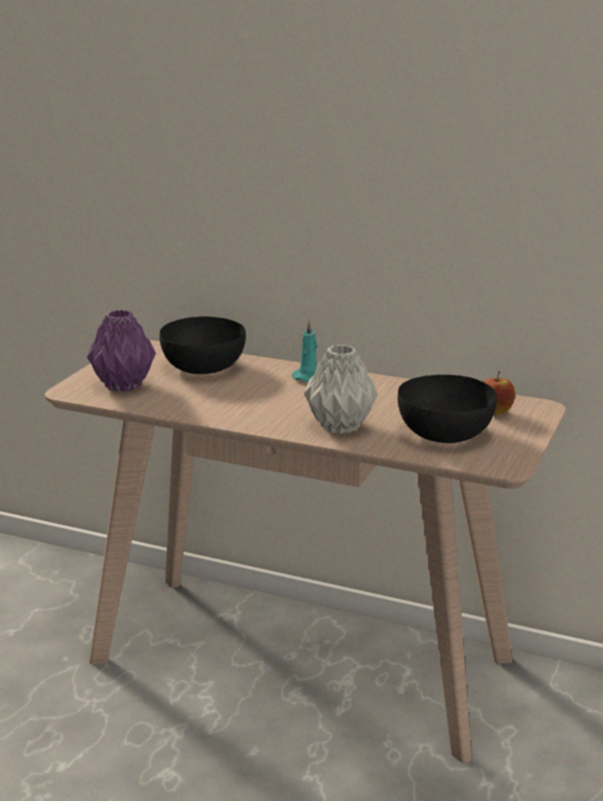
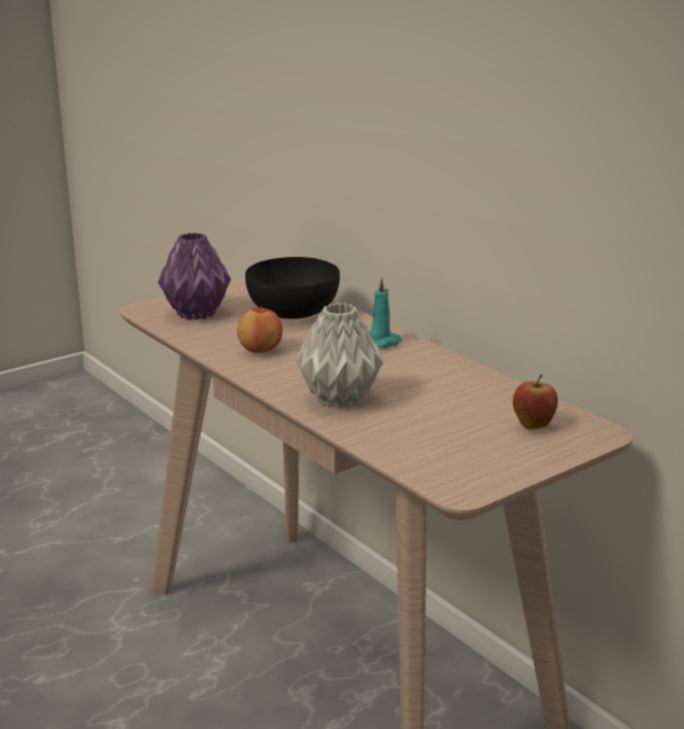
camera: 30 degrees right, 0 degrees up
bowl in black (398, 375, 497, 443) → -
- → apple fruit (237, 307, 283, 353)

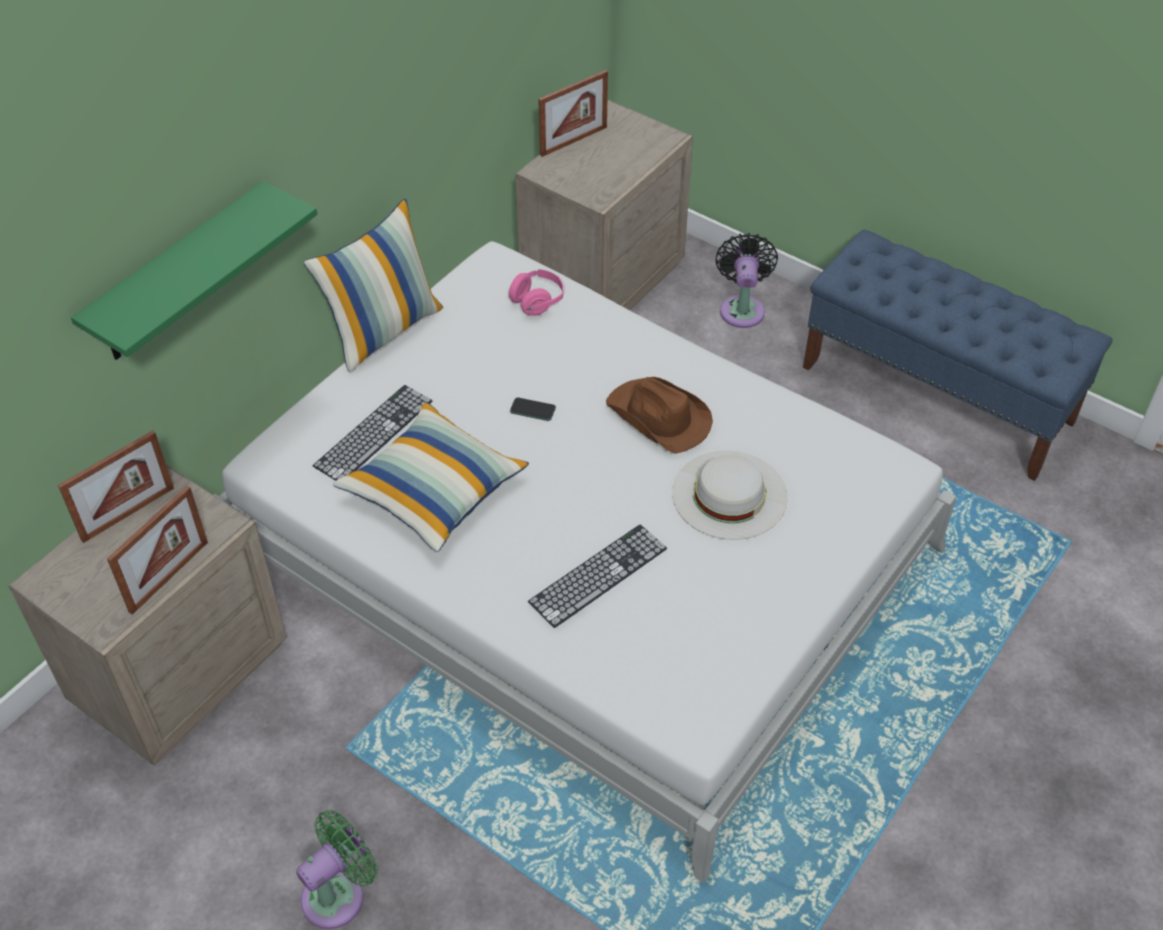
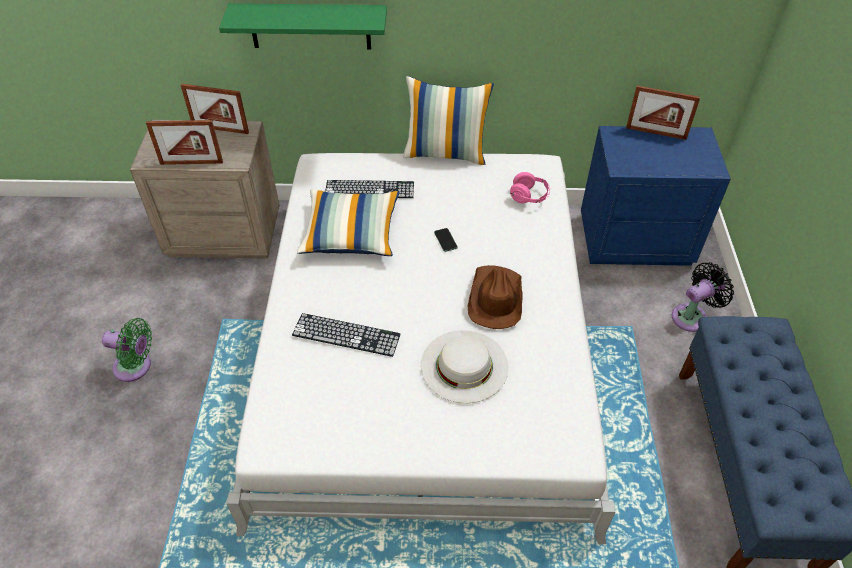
camera: 55 degrees right, 0 degrees up
night table in beige (515, 99, 693, 310) → night table in blue-coloured (581, 126, 731, 266)

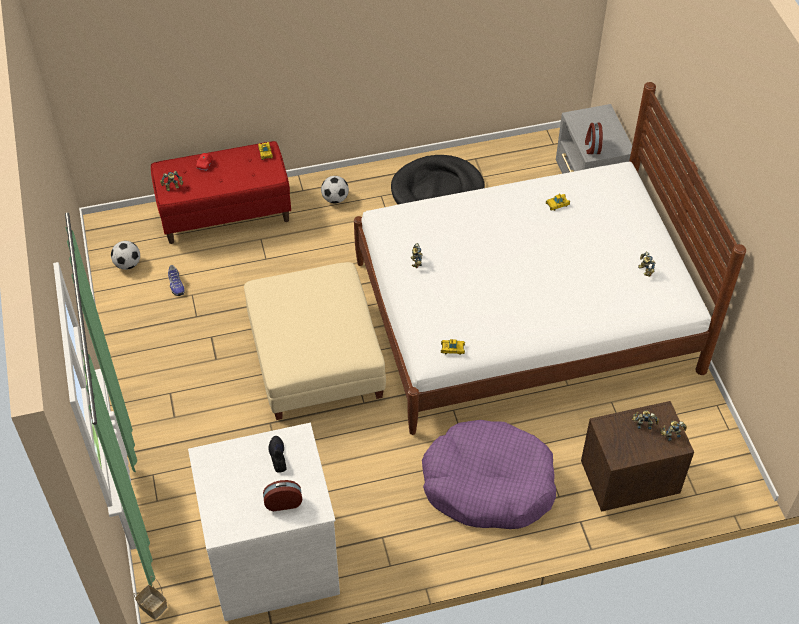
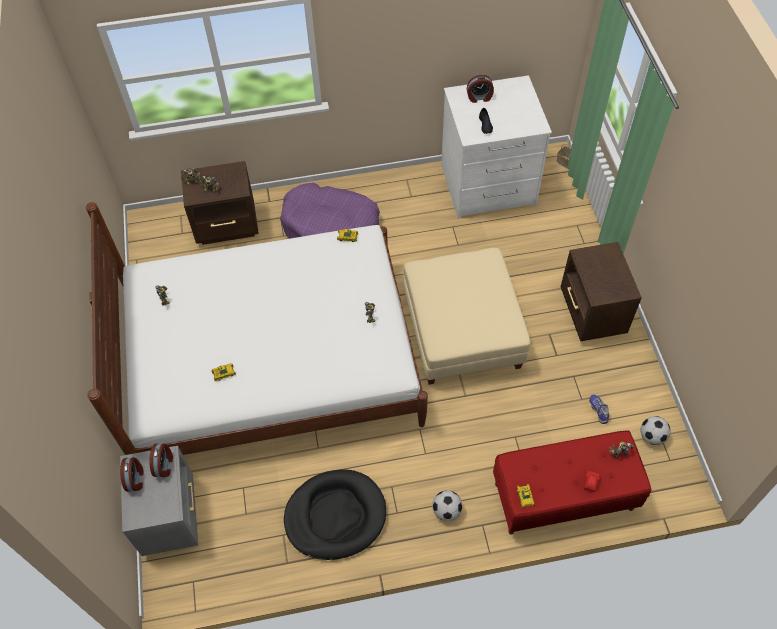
camera: 175 degrees left, 5 degrees up
- → table clock (120, 457, 144, 492)
- → night table in brownish (561, 242, 642, 341)

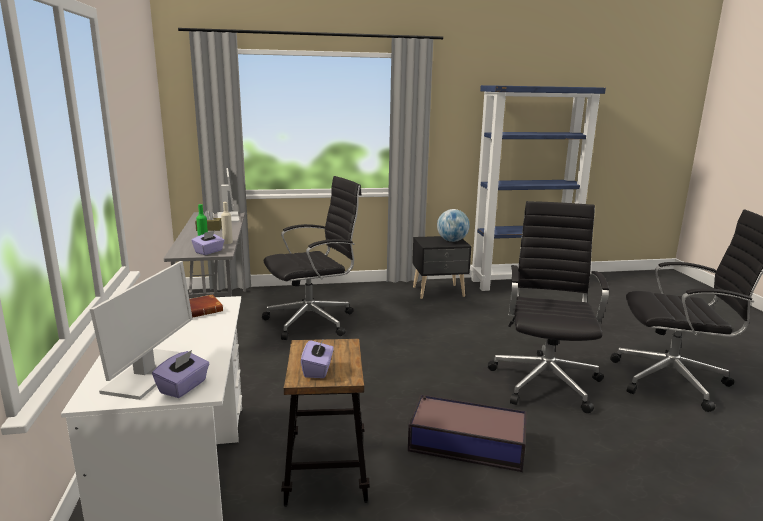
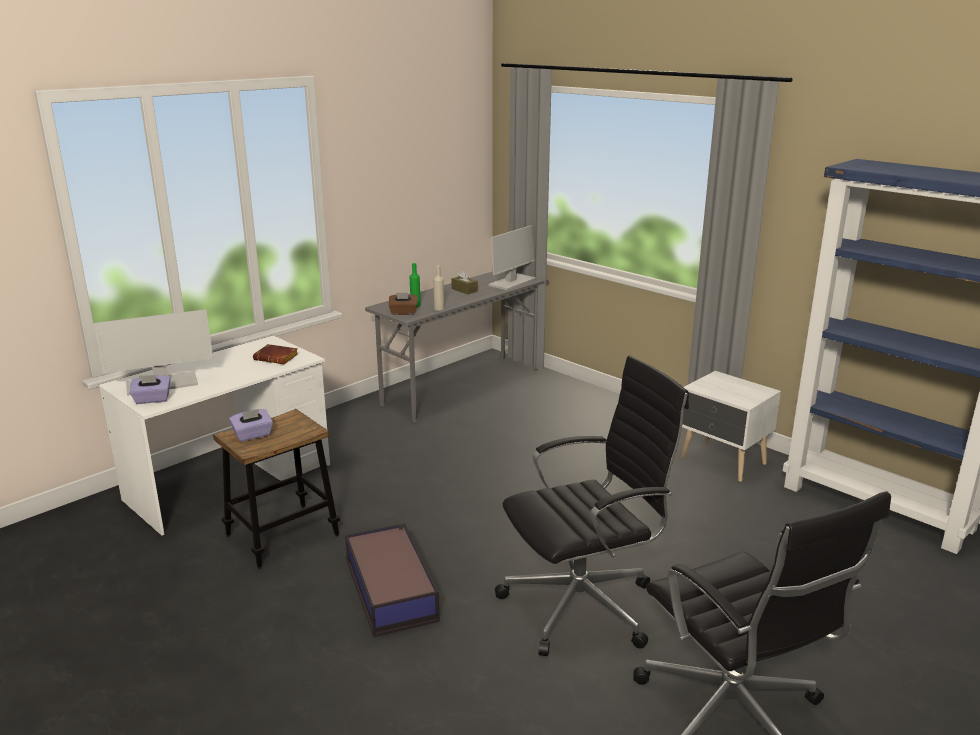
camera: 55 degrees right, 5 degrees up
computer chair in black (262, 176, 361, 340) → -
globe (437, 209, 470, 242) → -
box of tissues in purplish (192, 230, 225, 255) → box of tissues in brownish (388, 292, 418, 315)
night table in black (412, 236, 471, 299) → night table in white-coloured (681, 371, 781, 482)

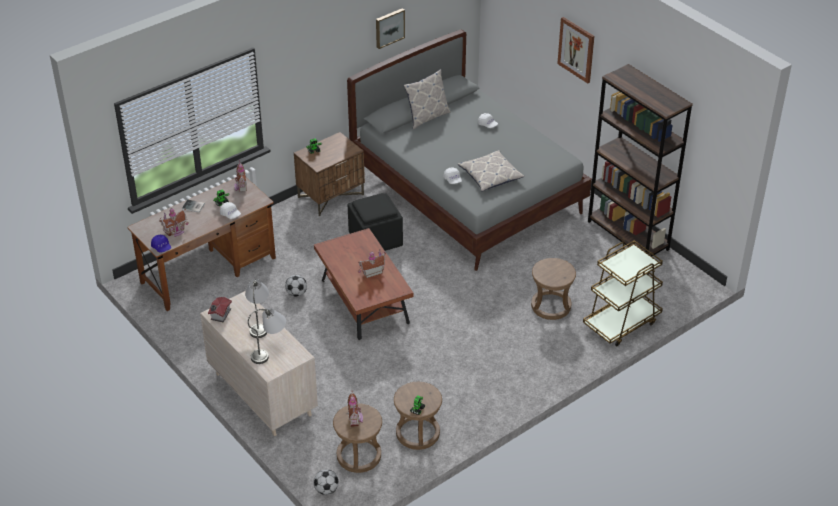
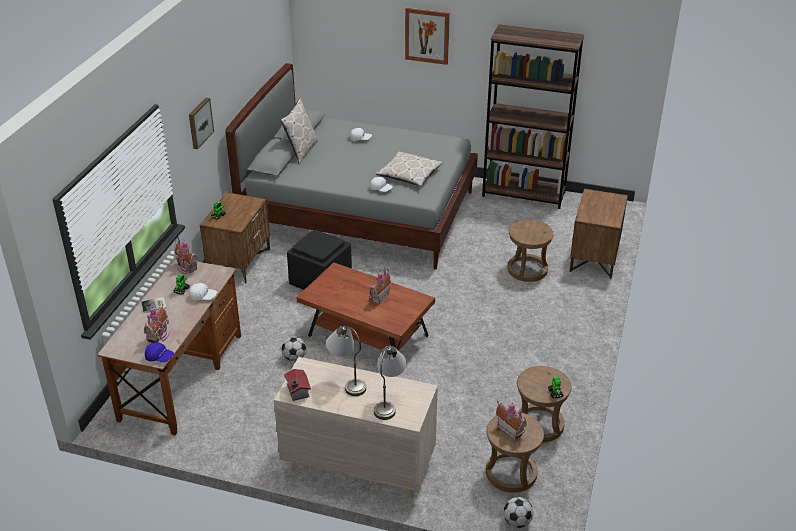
camera: 35 degrees left, 5 degrees down
wall picture (376, 8, 405, 49) → wall picture (189, 98, 214, 149), relocated
wheeled cart in brownish (583, 240, 663, 346) → night table in brownish (570, 189, 628, 279)

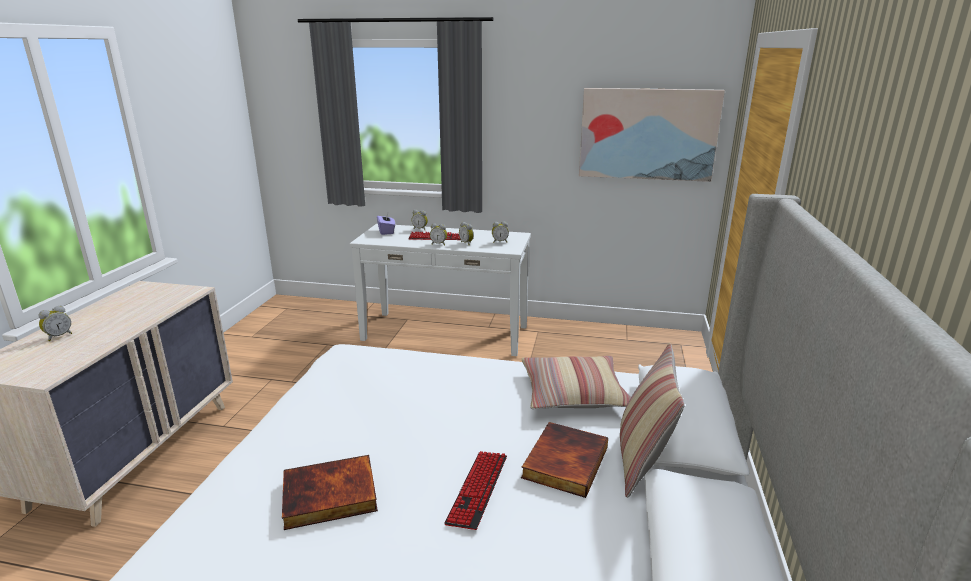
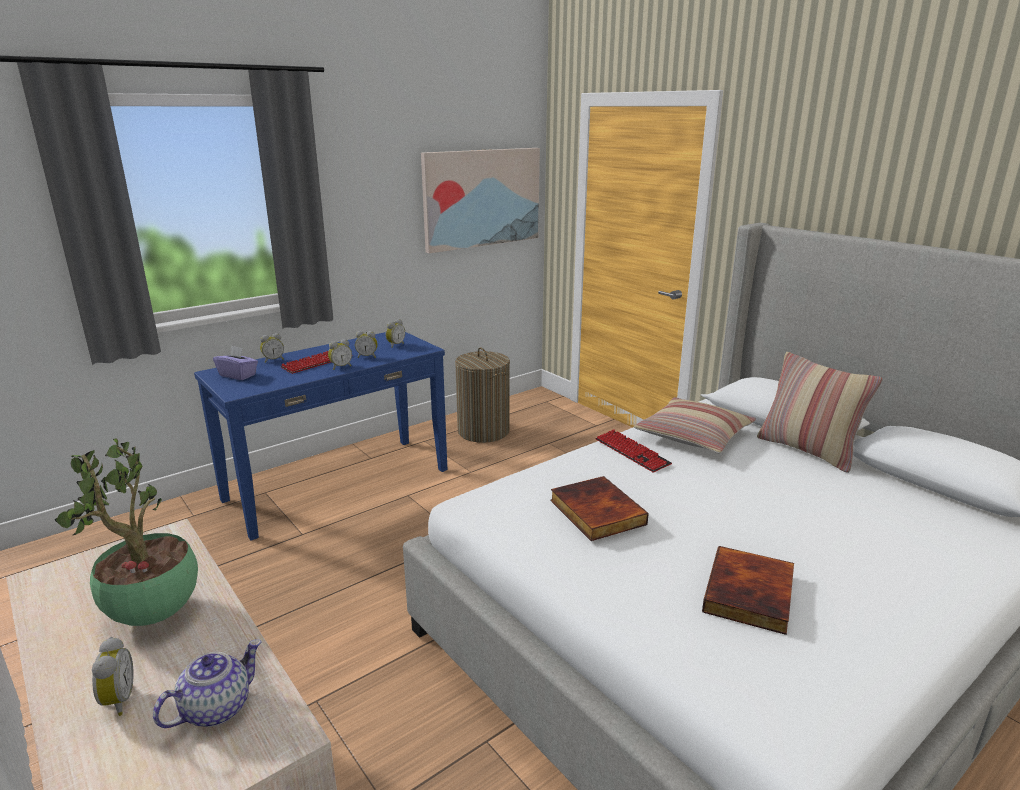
camera: 50 degrees left, 0 degrees up
- → plant in a pot (55, 438, 198, 626)
- → tea pot (153, 639, 262, 728)
- → hamper (455, 347, 510, 443)
computer keyboard (444, 451, 507, 530) → computer keyboard (595, 429, 672, 473), relocated
book (521, 422, 608, 498) → book (550, 476, 649, 541), relocated
narrow table in white-coloured (350, 224, 531, 356) → narrow table in blue-coloured (194, 332, 447, 541)

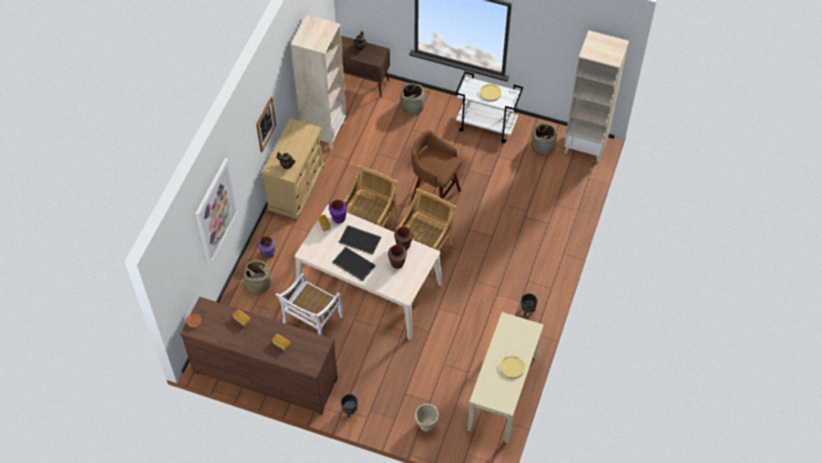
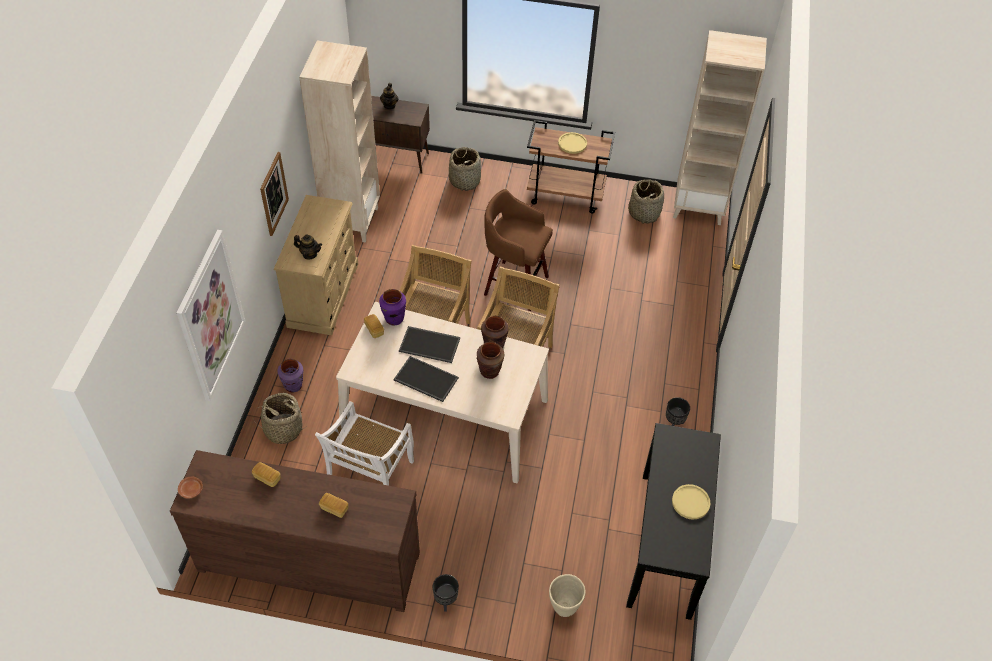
camera: 10 degrees left, 5 degrees down
wheeled cart in white-coloured (455, 72, 523, 143) → wheeled cart in brownish (527, 120, 615, 214)
narrow table in beige (467, 312, 544, 443) → narrow table in black (626, 423, 721, 620)

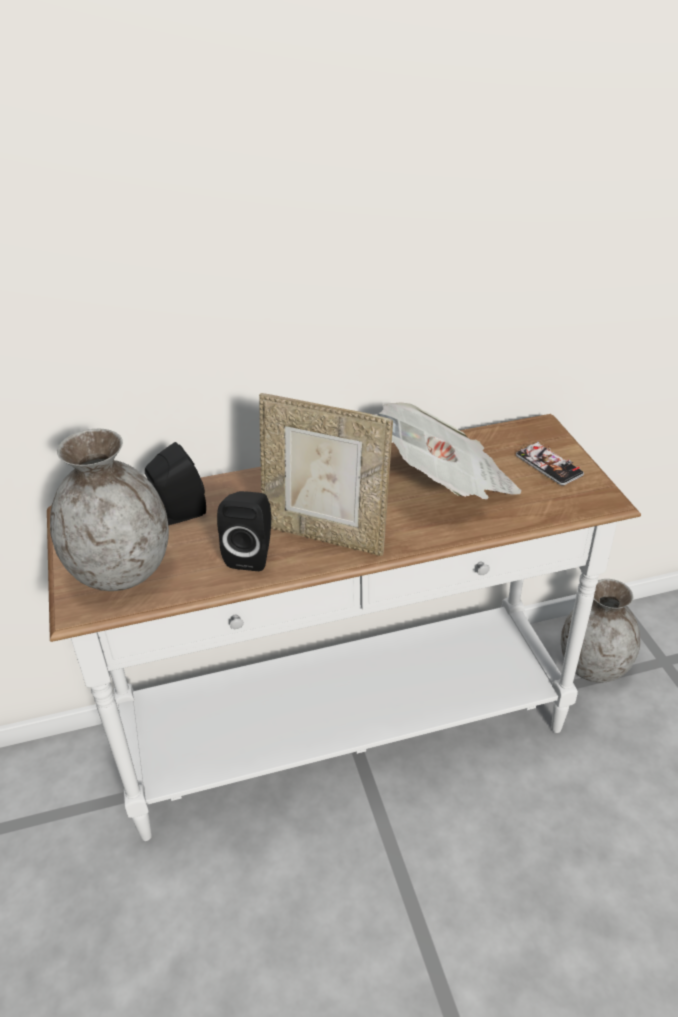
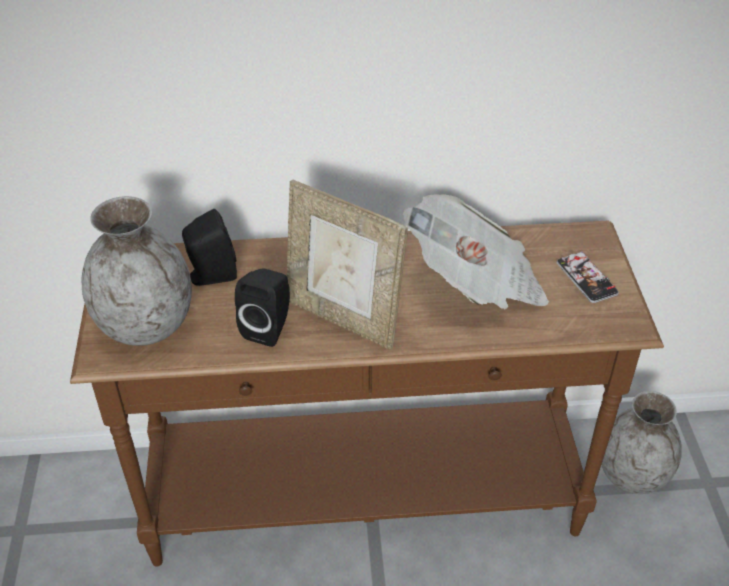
camera: 10 degrees right, 5 degrees up
narrow table in white-coloured (47, 414, 641, 841) → narrow table in brownish (70, 221, 664, 567)

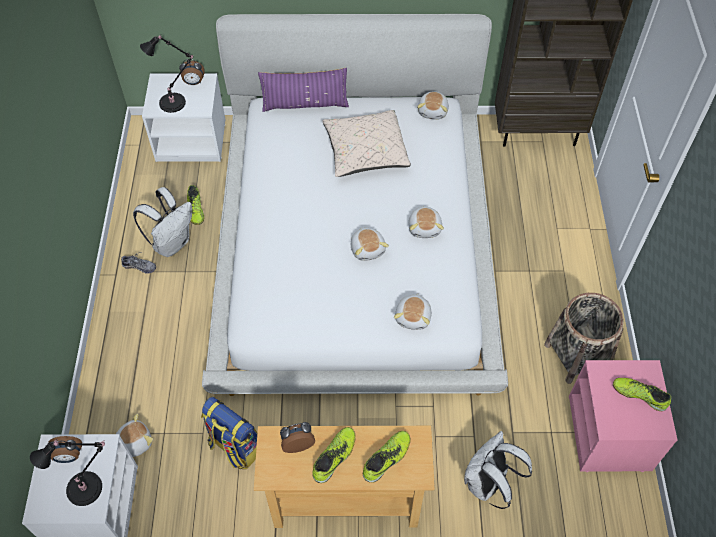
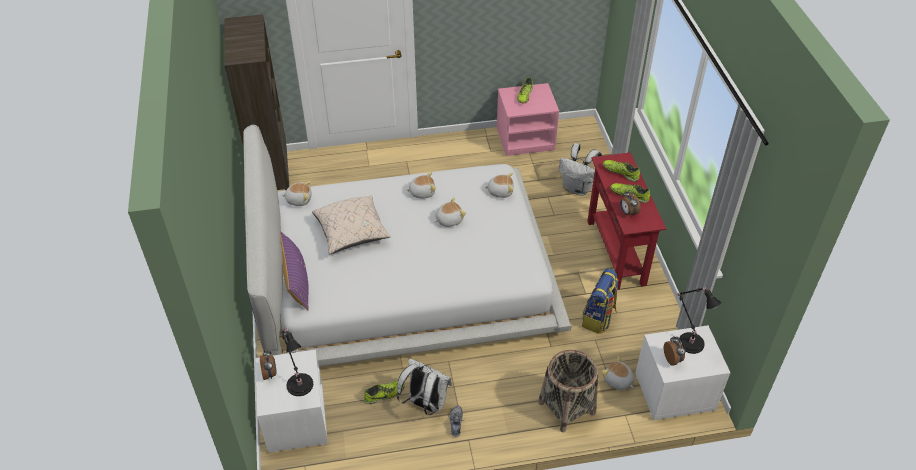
camera: 100 degrees left, 10 degrees down
household basket (544, 293, 624, 384) → household basket (538, 350, 598, 432), relocated
narrow table in beige (254, 426, 435, 528) → narrow table in red-coloured (587, 152, 666, 290)

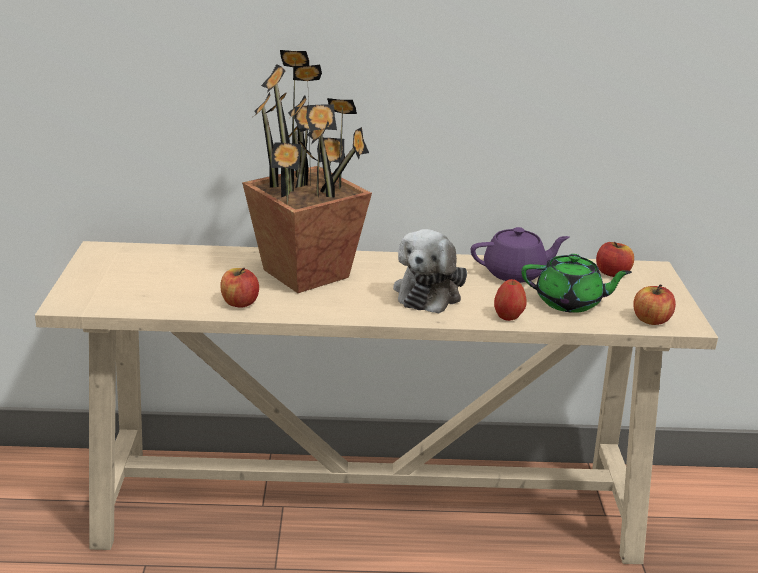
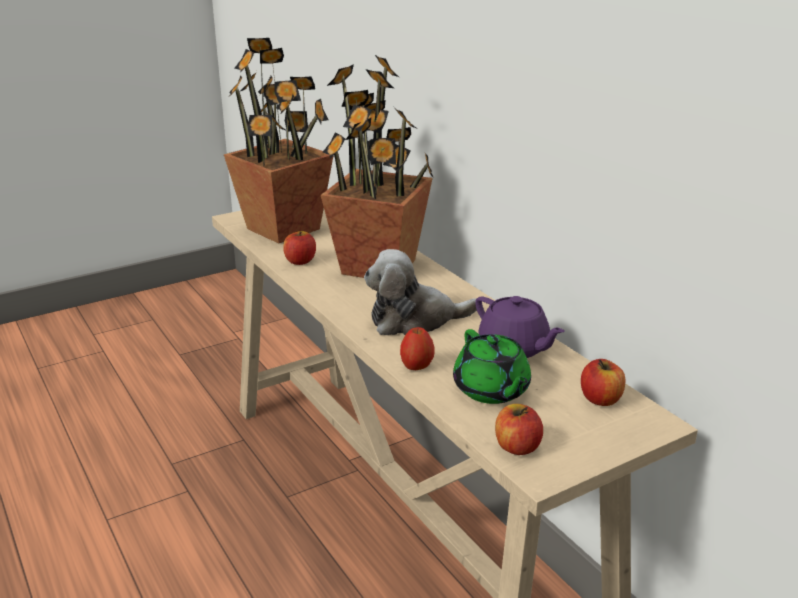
camera: 60 degrees right, 0 degrees up
- → plant in a pot (224, 38, 333, 243)

